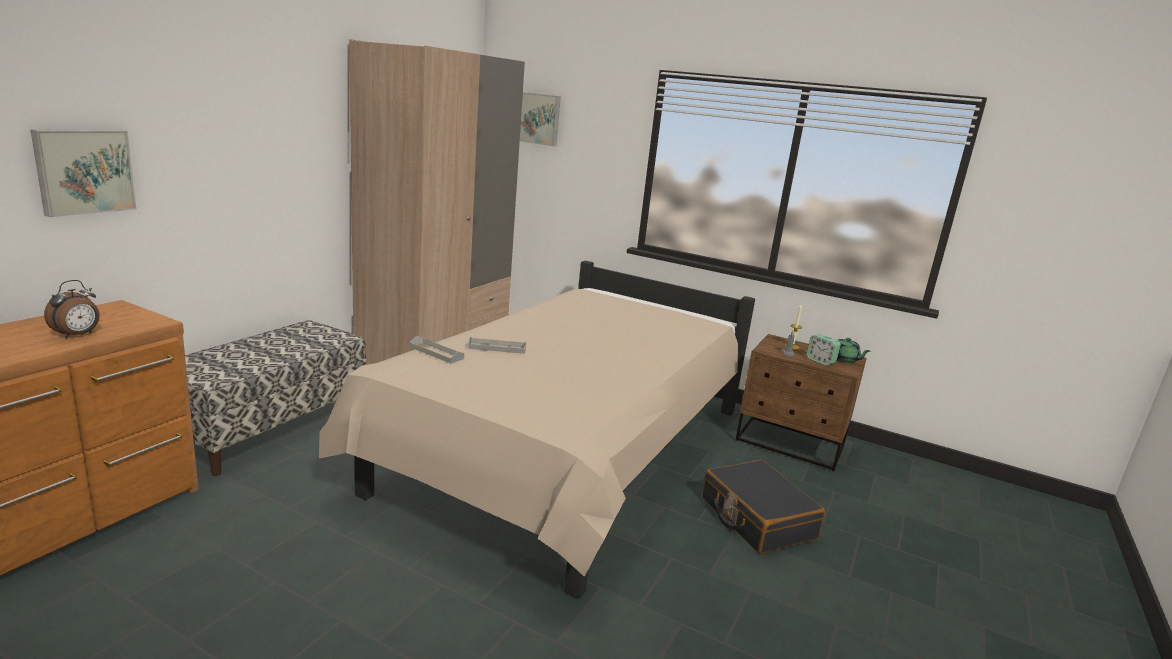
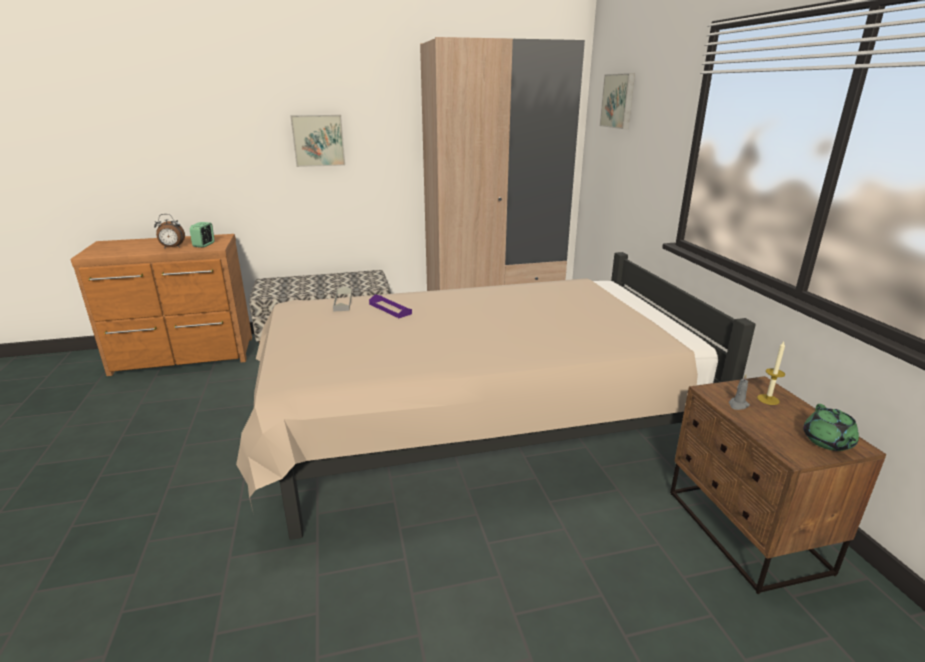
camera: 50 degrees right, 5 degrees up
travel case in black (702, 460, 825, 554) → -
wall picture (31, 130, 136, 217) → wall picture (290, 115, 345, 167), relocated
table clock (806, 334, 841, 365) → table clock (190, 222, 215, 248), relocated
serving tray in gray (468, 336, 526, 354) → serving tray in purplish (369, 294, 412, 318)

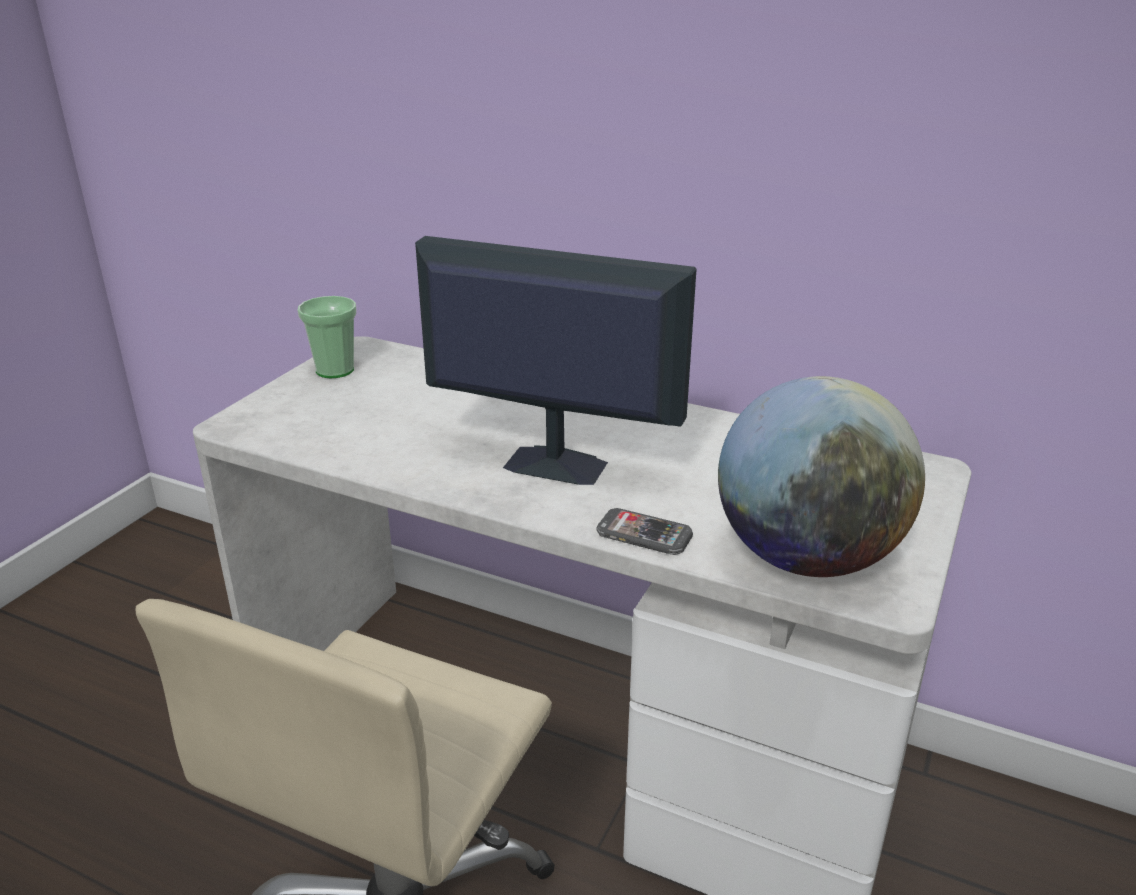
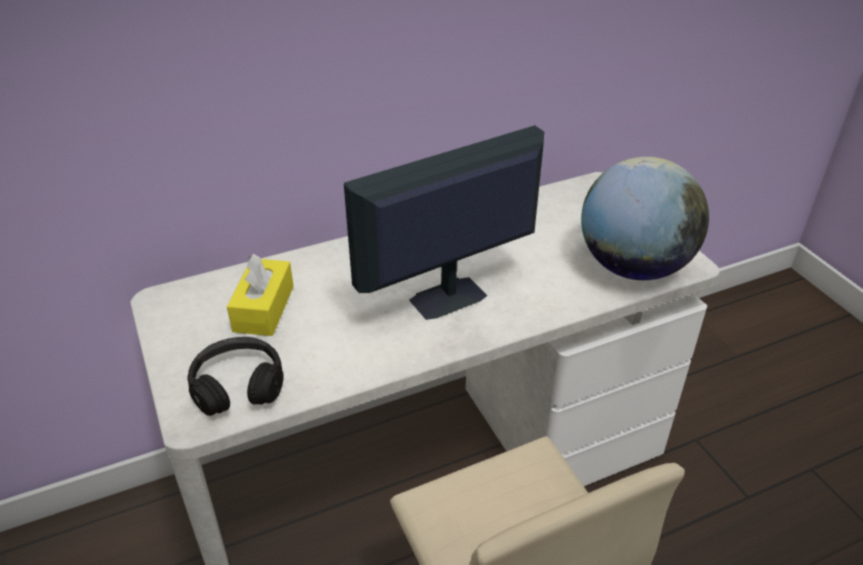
camera: 50 degrees left, 10 degrees up
cup (297, 296, 356, 378) → -
handset (596, 508, 693, 555) → -
- → headset in black (188, 337, 284, 416)
- → box of tissues in yellowish (227, 254, 294, 336)

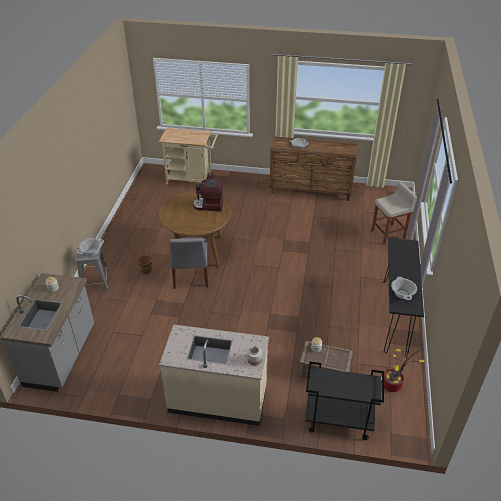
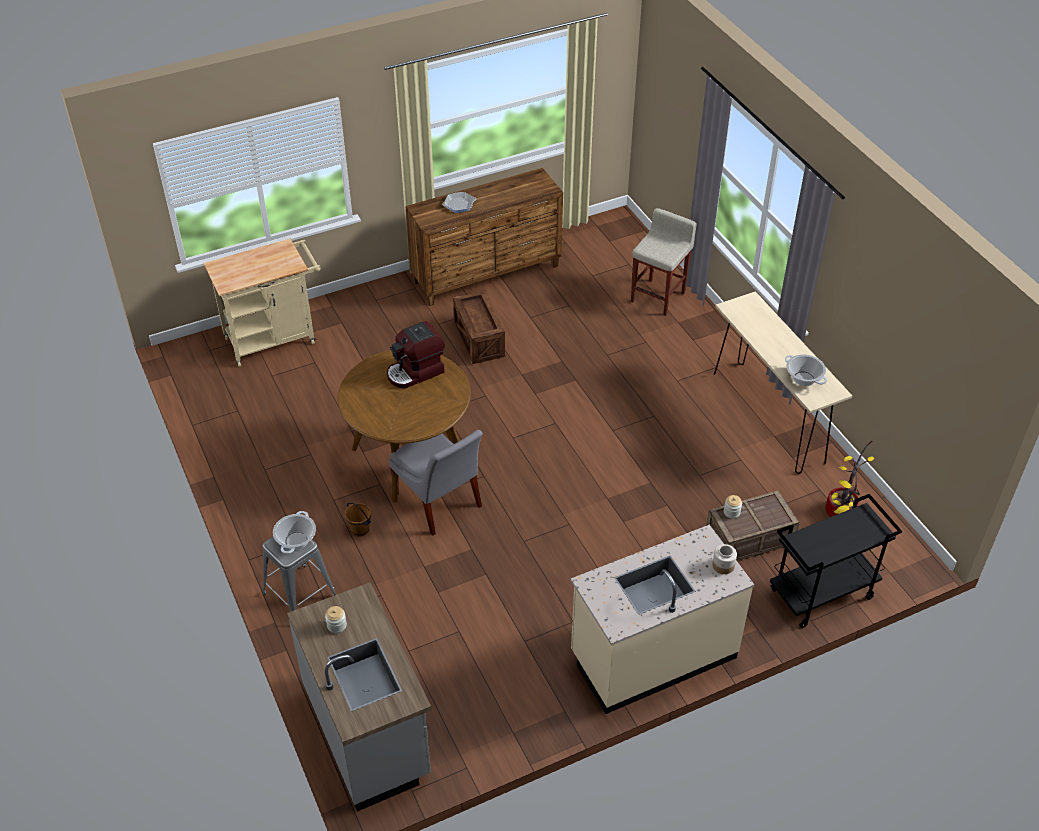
camera: 35 degrees left, 5 degrees up
- → shipping crate (453, 291, 505, 364)
narrow table in black (383, 238, 424, 356) → narrow table in beige (714, 291, 852, 474)

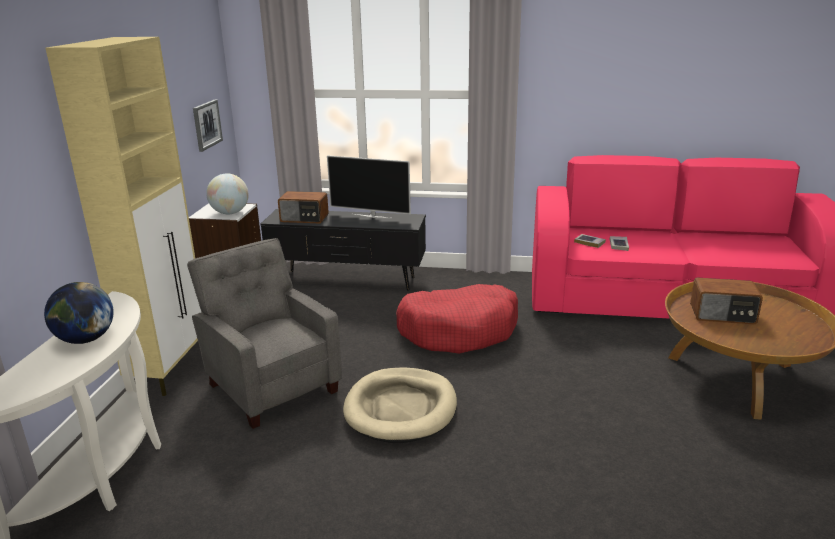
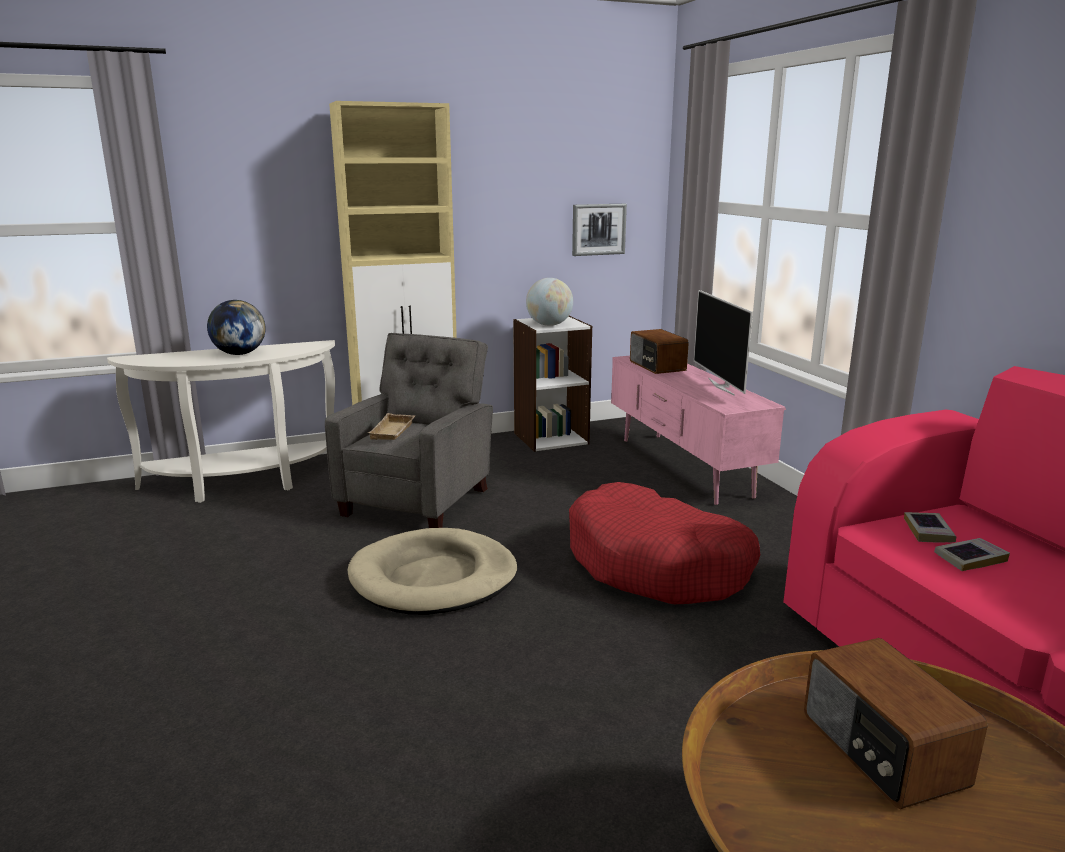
camera: 60 degrees right, 5 degrees down
- → serving tray in beige (368, 413, 416, 440)
media console in black (261, 209, 426, 290) → media console in pink (611, 356, 786, 505)

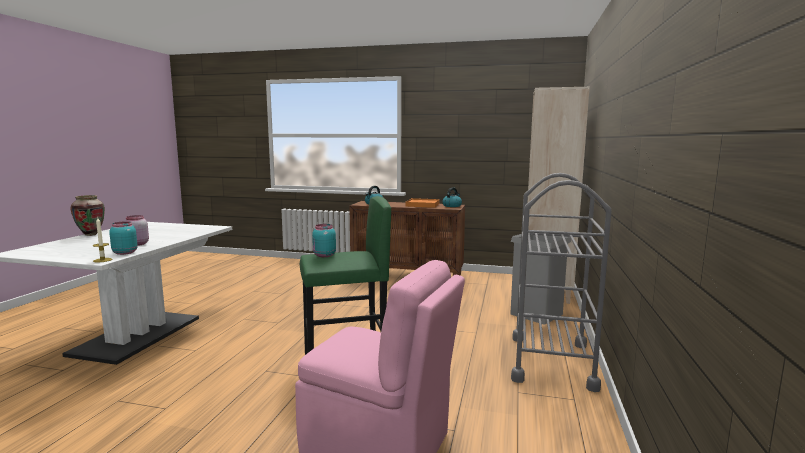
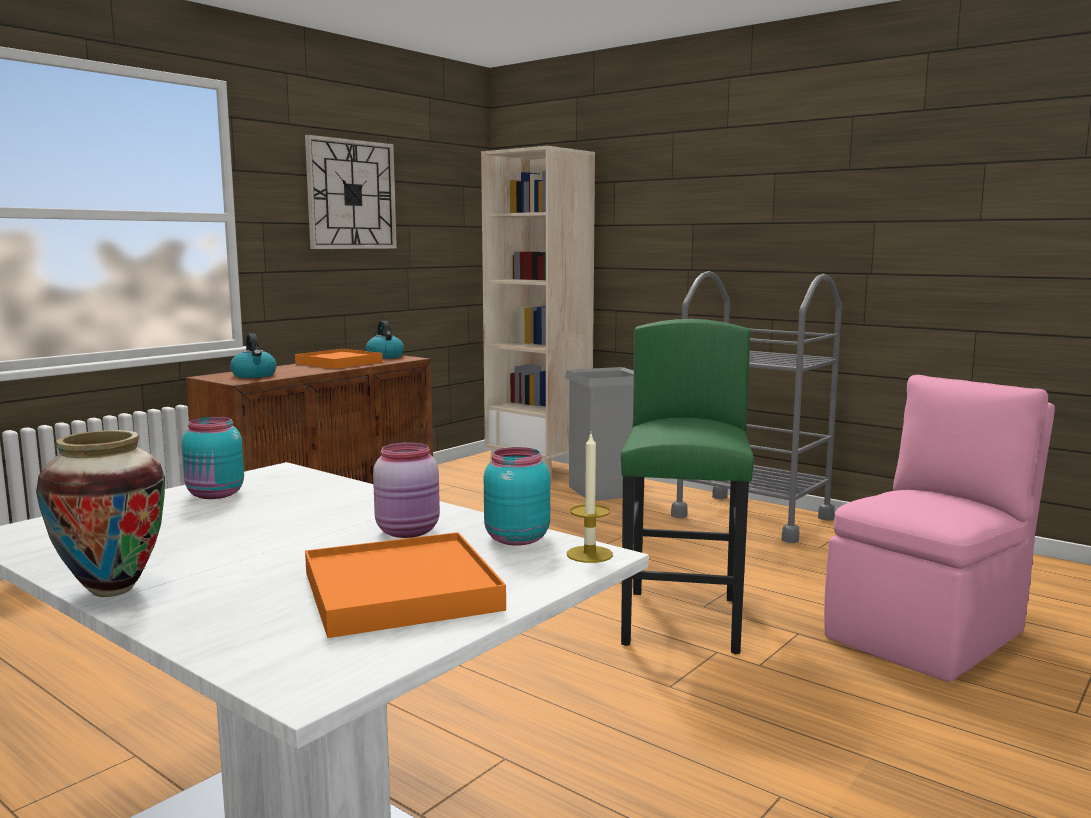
camera: 65 degrees left, 0 degrees up
- → clock on the wall (305, 135, 397, 249)
- → serving tray in orange (305, 532, 506, 638)
jar in blue-green (312, 224, 336, 257) → jar in blue-green (182, 417, 244, 499), relocated

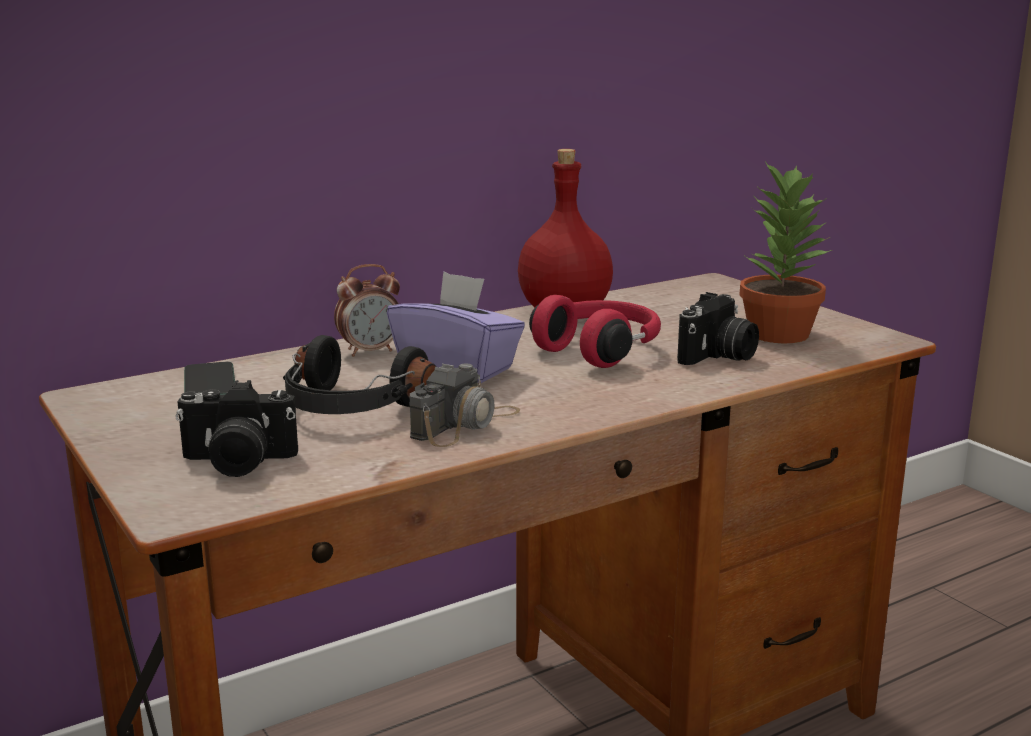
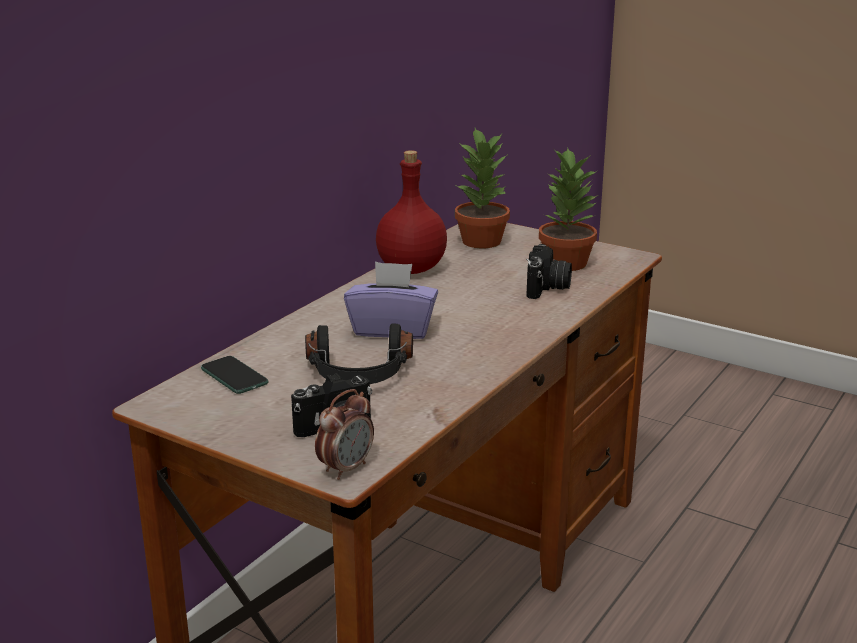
camera: 25 degrees left, 5 degrees up
photo camera (410, 363, 520, 447) → -
headset in red-coloured (529, 295, 661, 368) → -
- → plant in a pot (455, 128, 510, 248)
table clock (334, 264, 400, 357) → table clock (315, 389, 374, 480), relocated

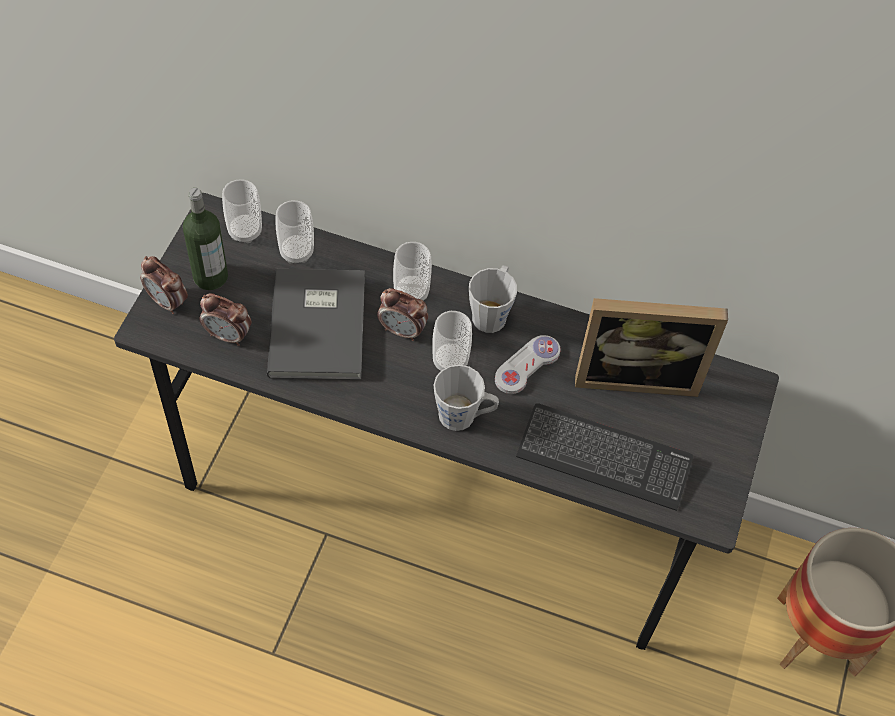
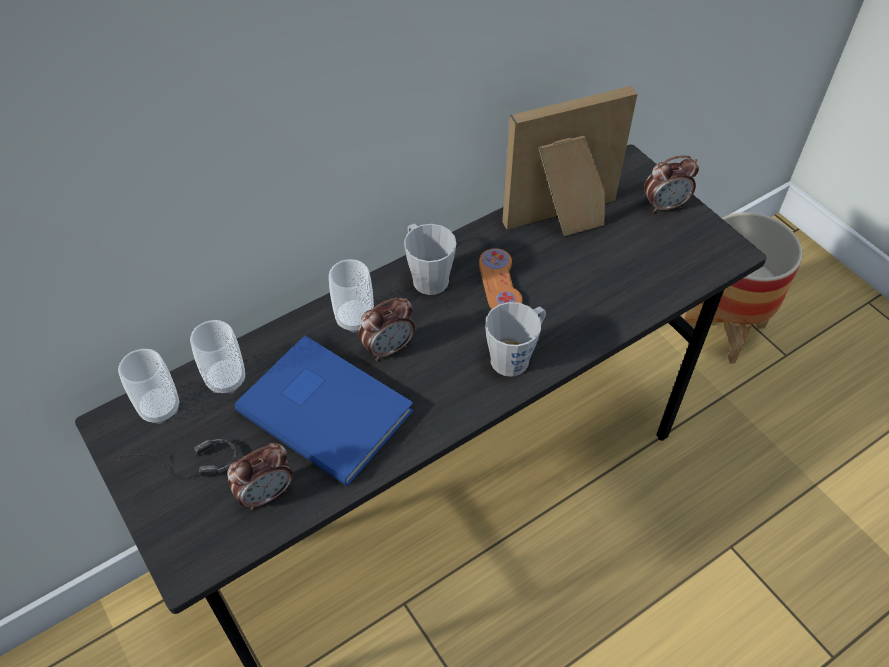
camera: 50 degrees left, 5 degrees down
cup (432, 311, 472, 371) → -
computer keyboard (516, 403, 693, 511) → -
table clock (140, 256, 188, 314) → table clock (644, 155, 699, 213), relocated
drink bottle (183, 188, 228, 290) → headset (118, 439, 236, 479)
book in gray (267, 269, 365, 380) → book in blue-coloured (235, 335, 414, 486)
gamepad in white-coloured (495, 335, 561, 394) → gamepad in orange (479, 248, 523, 309)
photo frame (575, 298, 728, 397) → photo frame (502, 86, 637, 236), 150 degrees counterclockwise

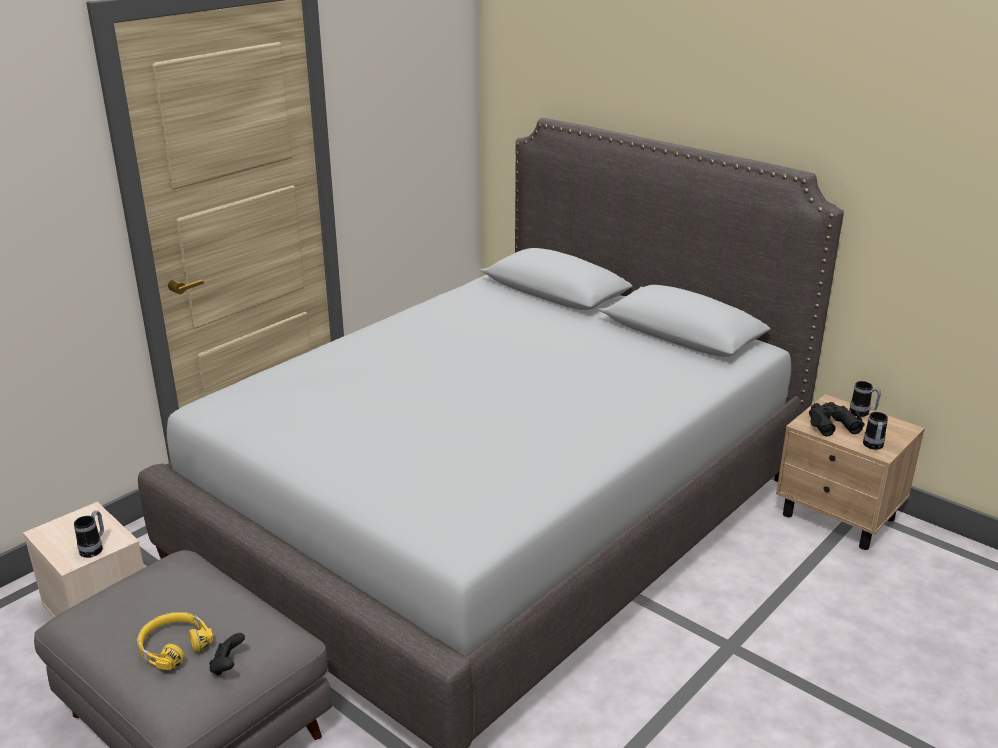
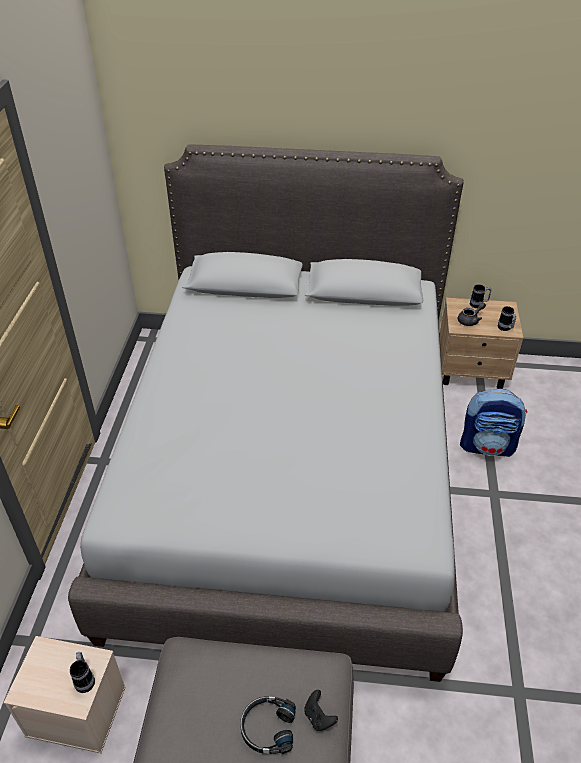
camera: 35 degrees left, 15 degrees up
- → backpack (460, 388, 527, 457)
binoculars in black (809, 402, 865, 436) → tea pot in gray (458, 302, 486, 326)
headset in yellowish (137, 612, 213, 670) → headset in black (240, 696, 296, 754)

